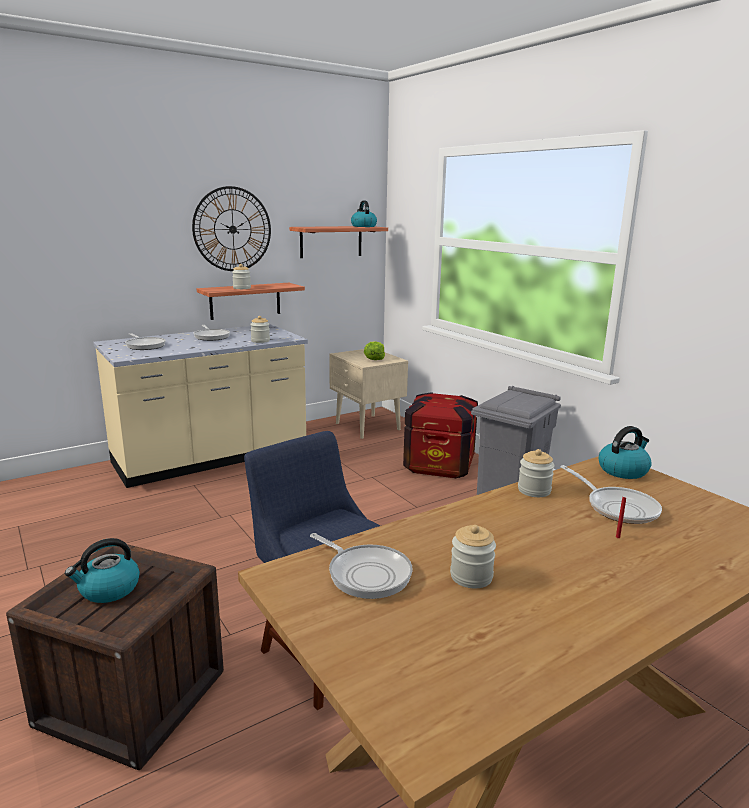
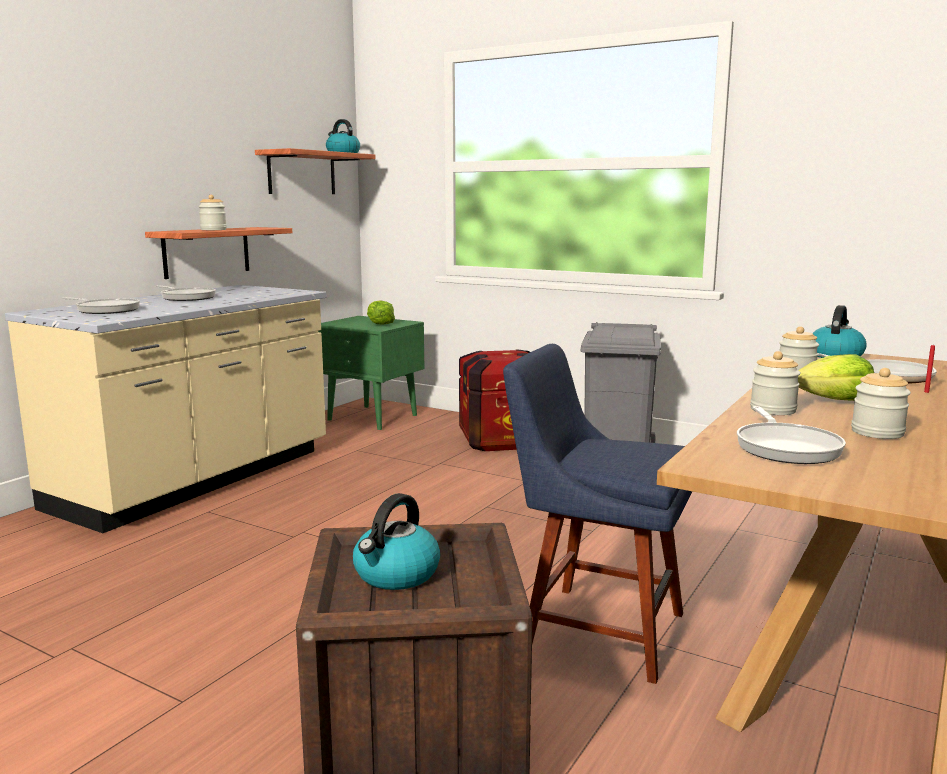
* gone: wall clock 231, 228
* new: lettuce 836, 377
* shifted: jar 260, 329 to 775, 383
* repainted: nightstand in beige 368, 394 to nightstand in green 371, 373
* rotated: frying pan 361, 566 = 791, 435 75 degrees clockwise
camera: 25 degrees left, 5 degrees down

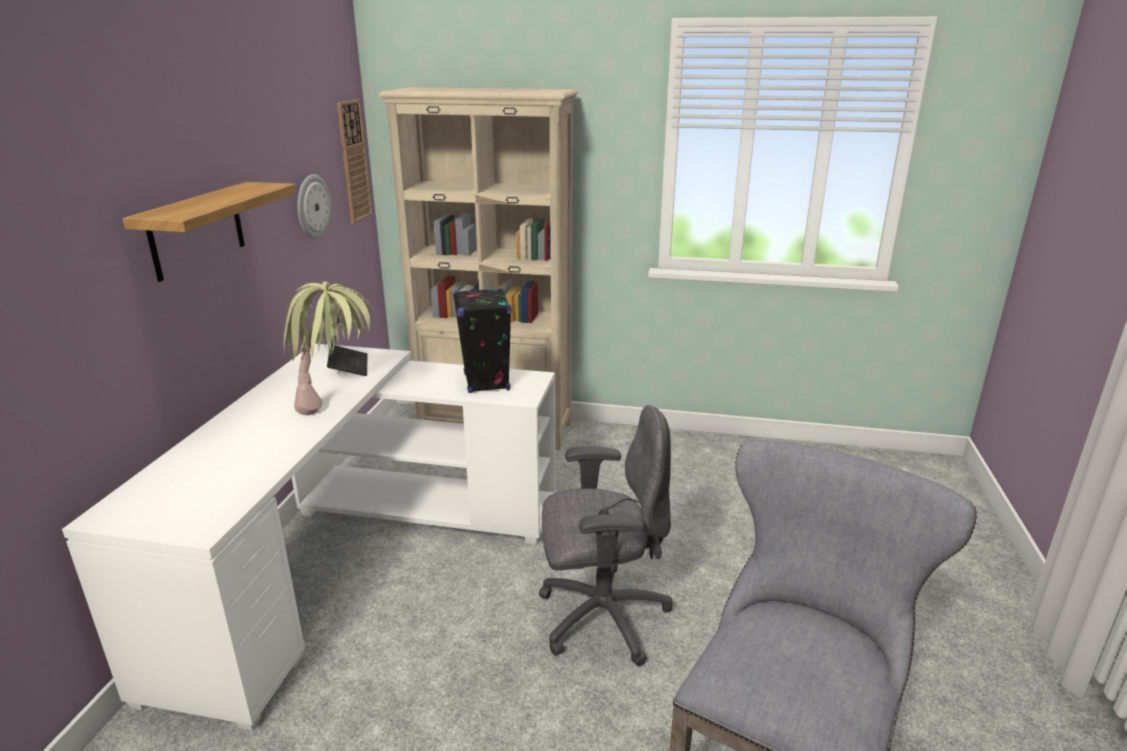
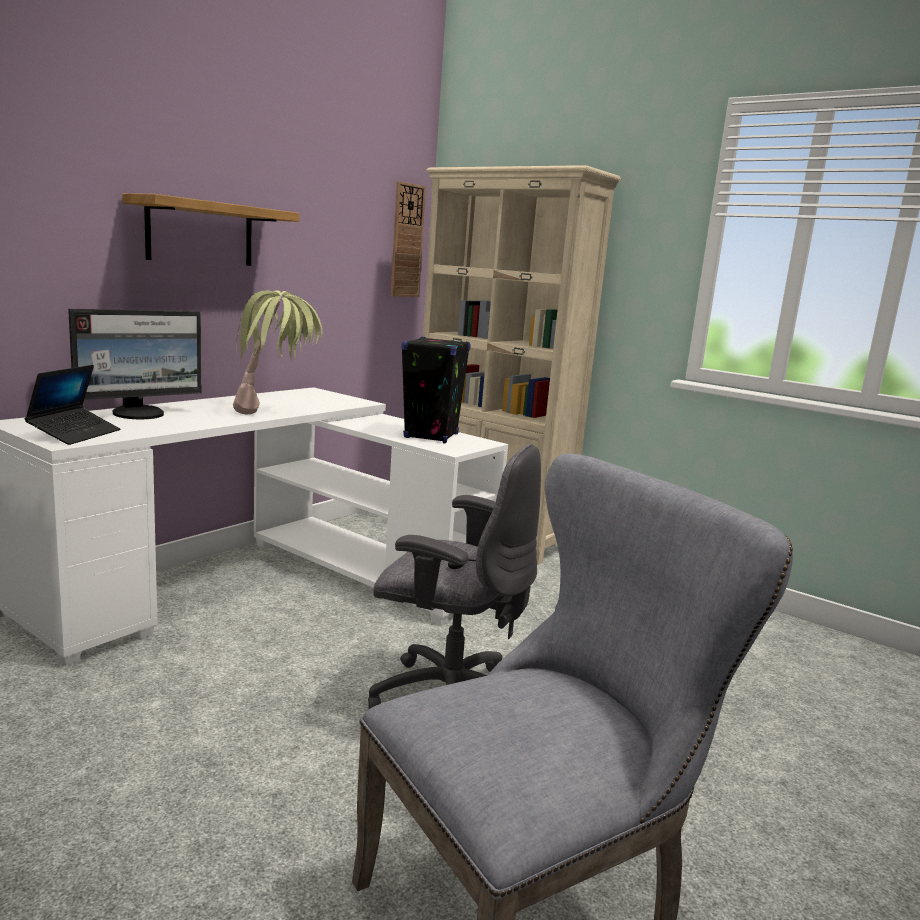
* gone: wall clock 314, 206
* new: monitor 134, 364
* shifted: laptop 347, 344 to 72, 405
camera: 25 degrees right, 10 degrees down

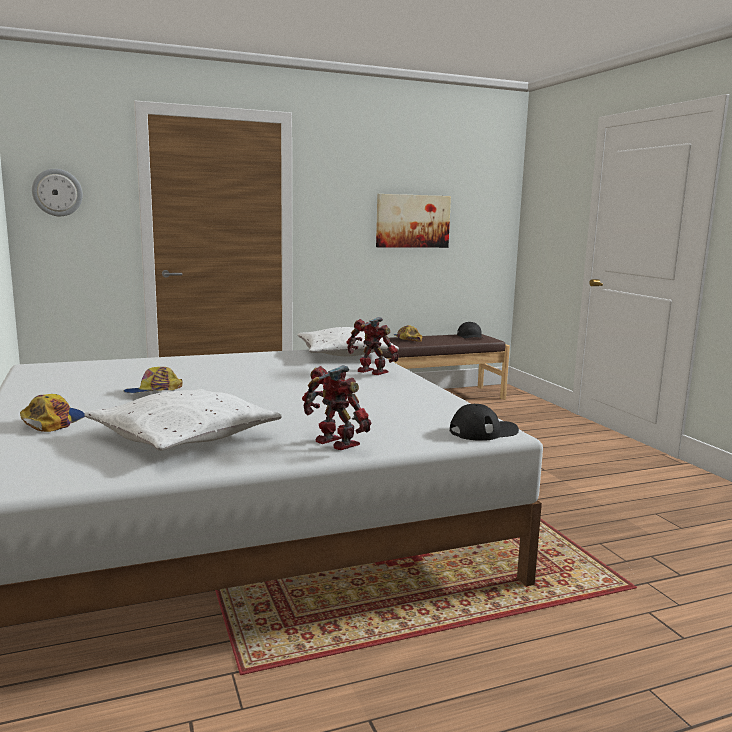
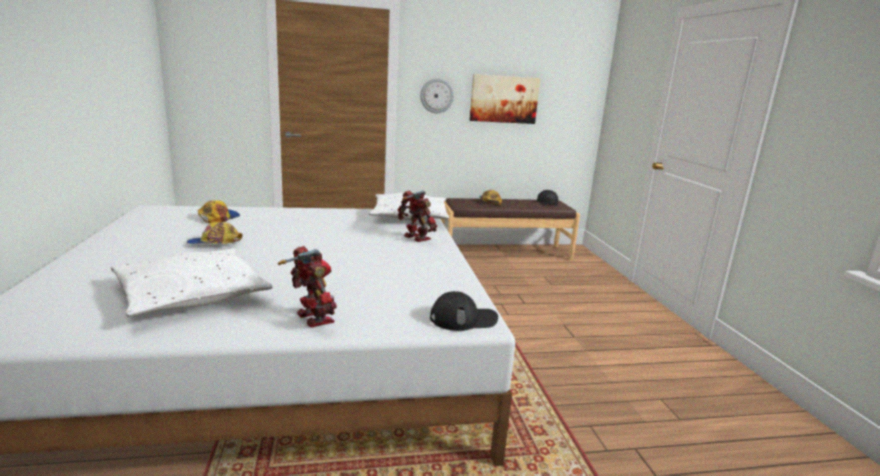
* shifted: cap 52, 413 to 219, 211
* shifted: wall clock 57, 192 to 437, 95
camera: 10 degrees right, 5 degrees up

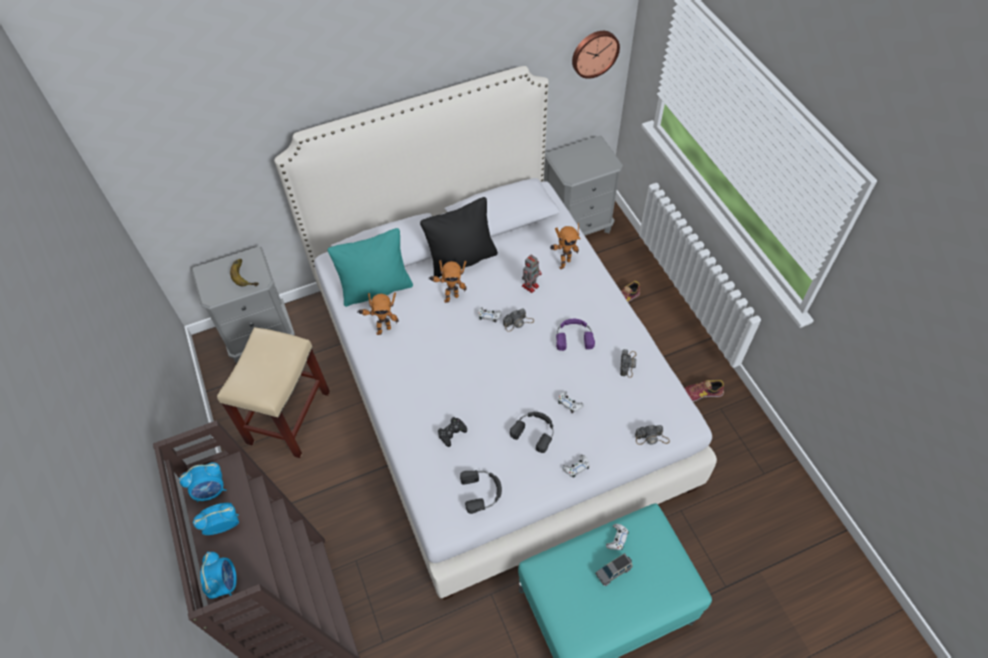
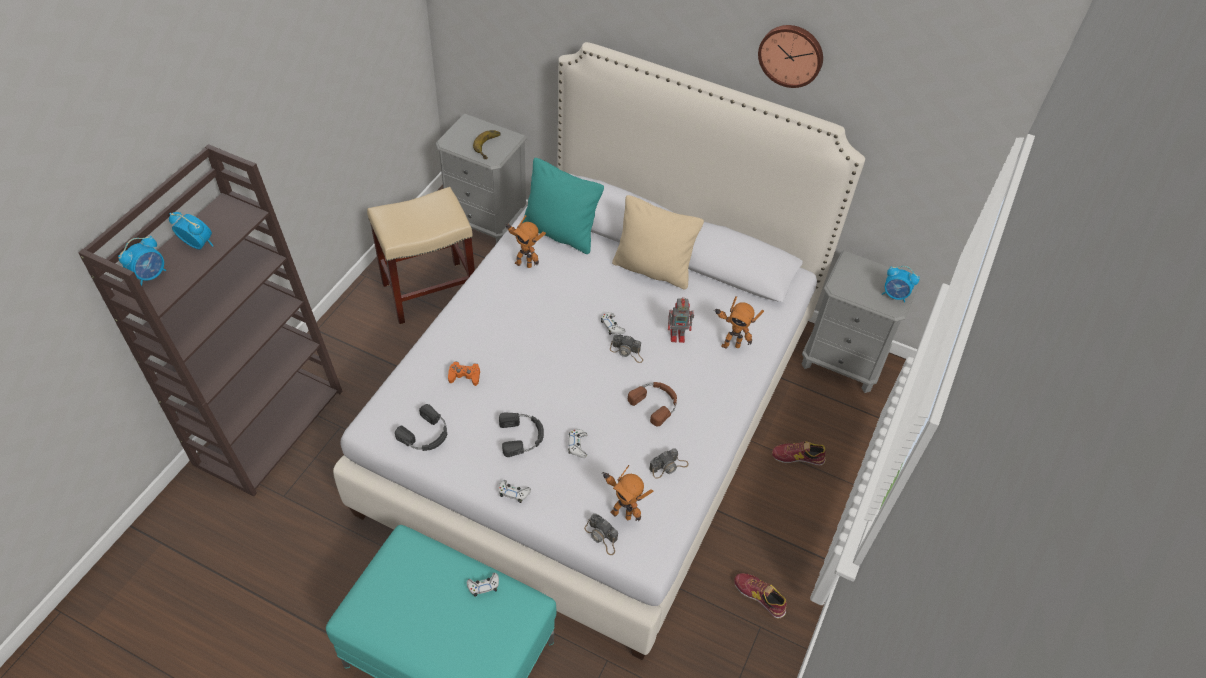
* gone: toy car in grey 614, 569
* shifted: alarm clock 202, 482 to 901, 284
* shifted: toy robot 447, 281 to 627, 493
* shifted: wall clock 596, 55 to 790, 56
* repainted: pillow in black 459, 237 to pillow in beige 658, 242
* repainted: game controller in black 452, 432 to game controller in orange 464, 374
* repainted: headphones in purple 575, 335 to headphones in brown 652, 404
camera: 45 degrees right, 5 degrees down

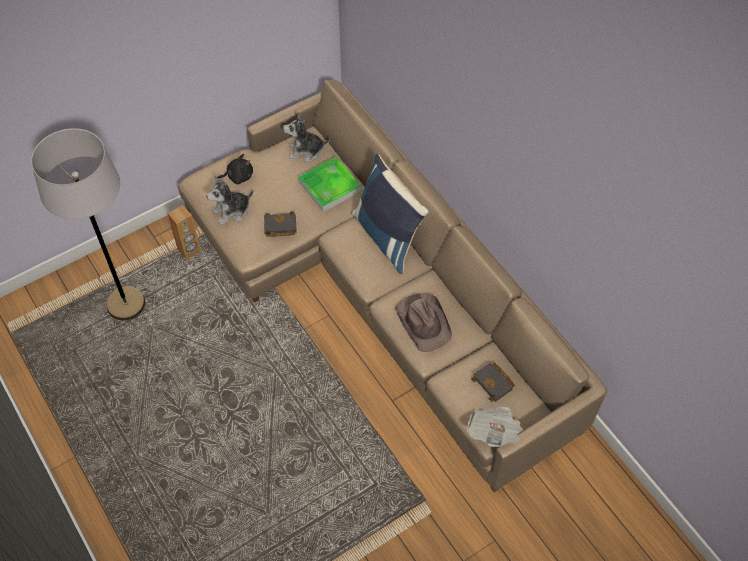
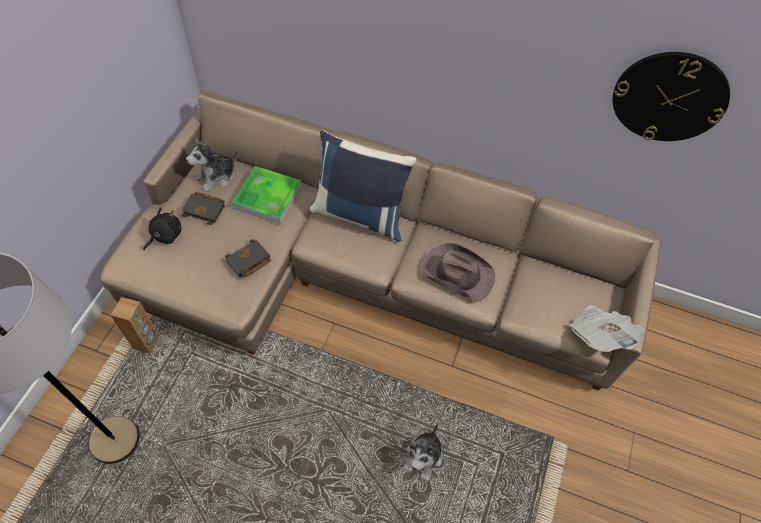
* new: wall clock 671, 96
* shifted: plush toy 229, 200 to 422, 452
* shifted: book in black 493, 382 to 203, 208
camera: 40 degrees left, 0 degrees up

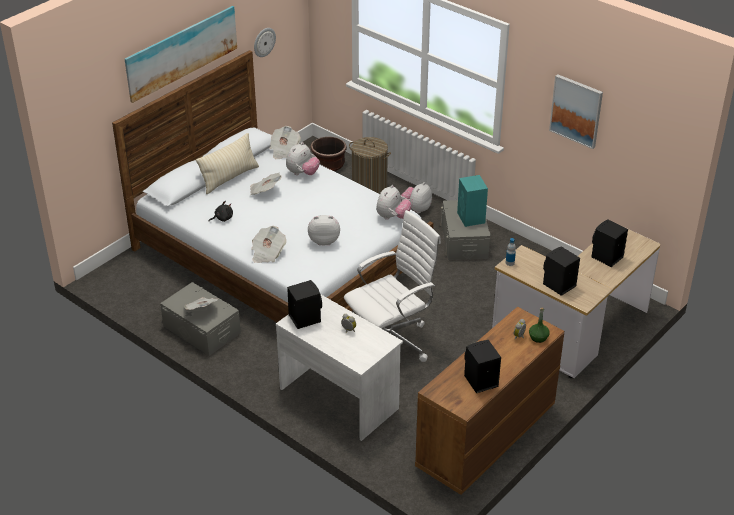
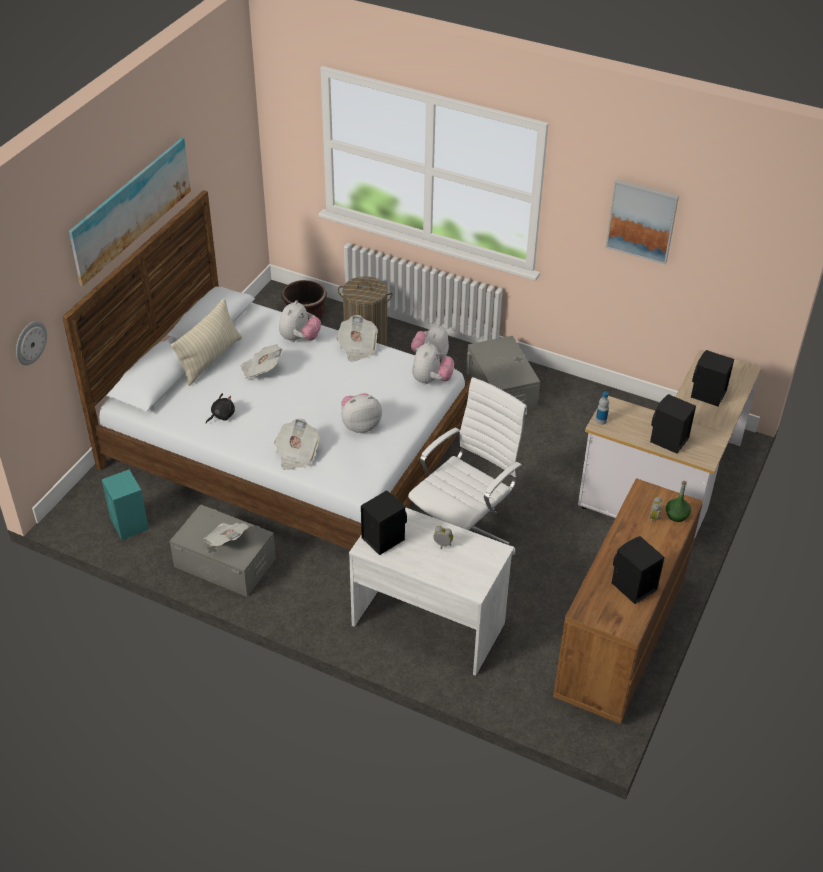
* shifted: wall clock 265, 42 to 31, 343
* shifted: newspaper 285, 142 to 357, 338
* shifted: speaker in turquoise 472, 201 to 125, 505
camera: 15 degrees left, 5 degrees up

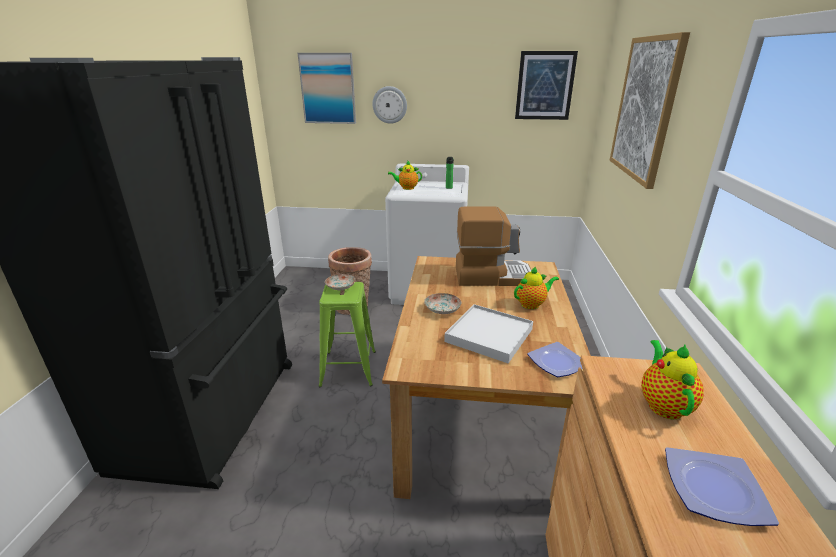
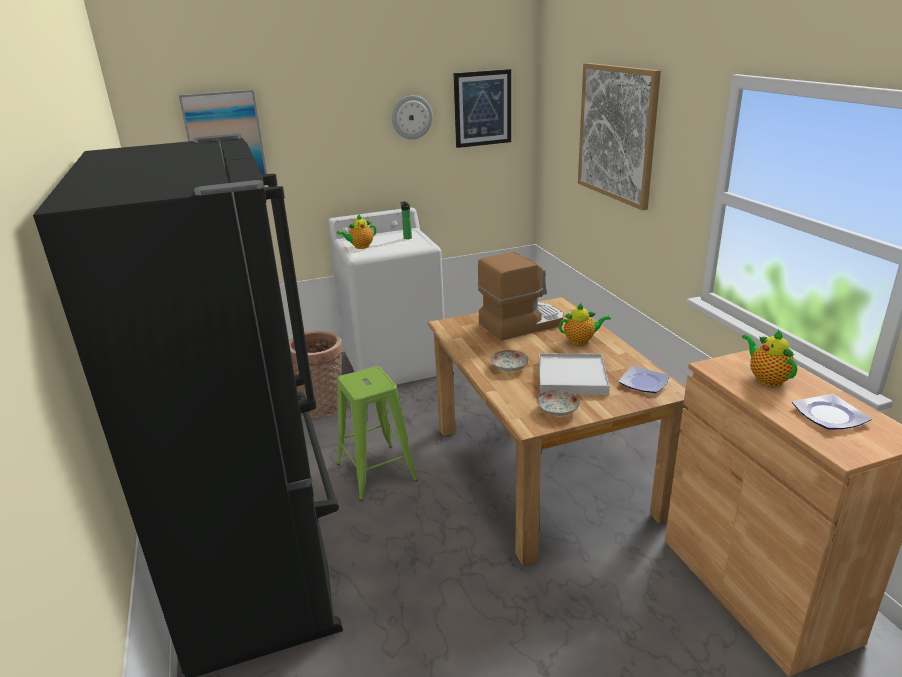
* shifted: plate 340, 282 to 558, 403
* shifted: wall clock 389, 105 to 412, 117
* rotated: teapot 536, 288 = 585, 324 45 degrees clockwise
camera: 25 degrees left, 0 degrees up

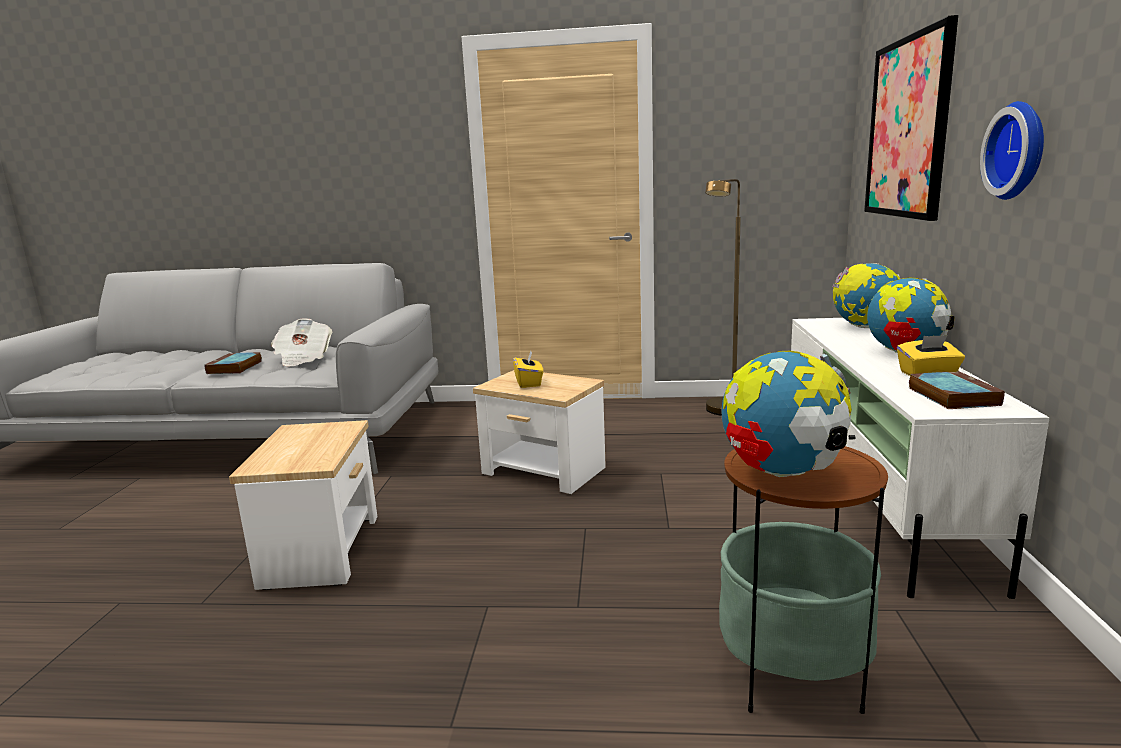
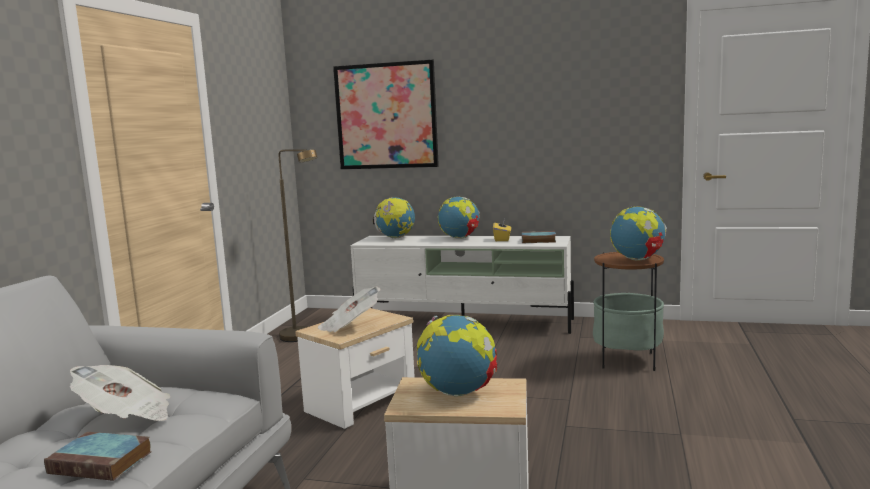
* gone: wall clock 1012, 150
* new: globe 457, 356
* swapped: tissue box in yellow 528, 369 to newspaper 349, 310
camera: 80 degrees left, 5 degrees down

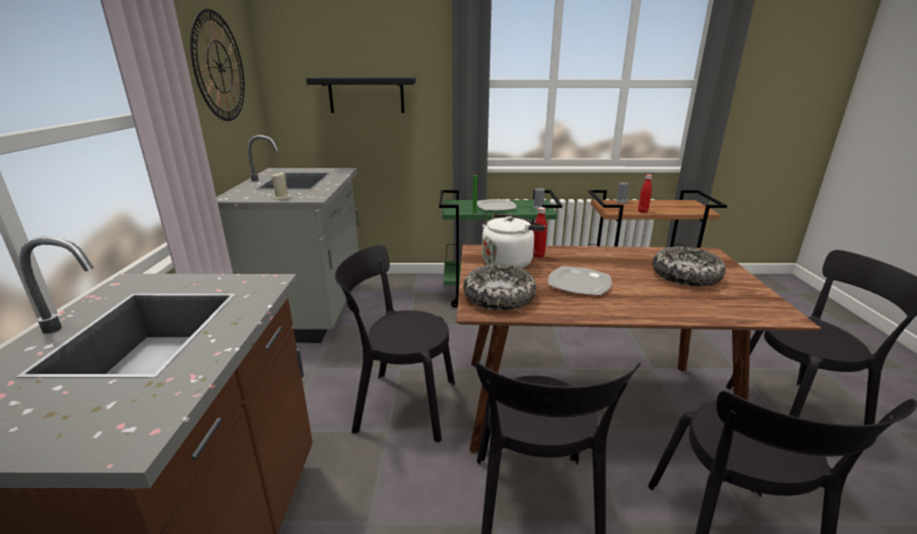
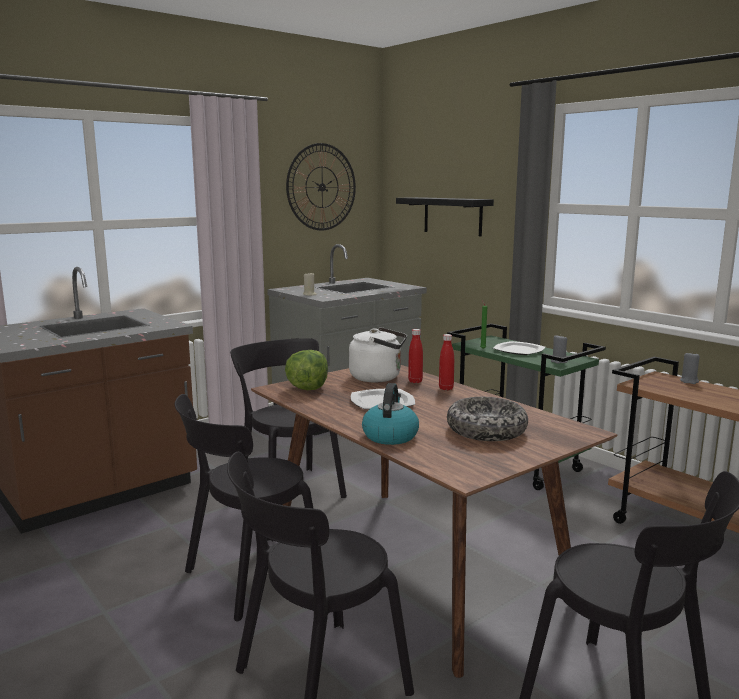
* new: kettle 390, 414
* shifted: bottle in red 645, 194 to 446, 362
* swapped: bowl 499, 287 to lettuce 306, 370
camera: 50 degrees right, 10 degrees down

